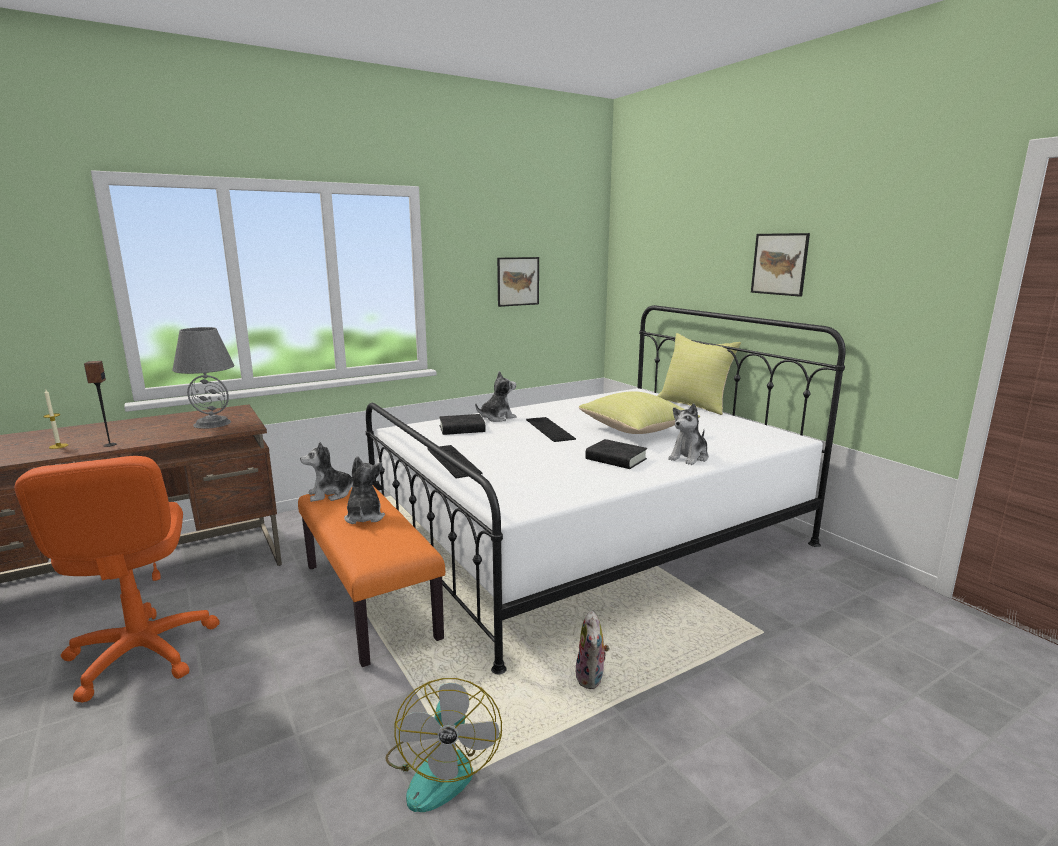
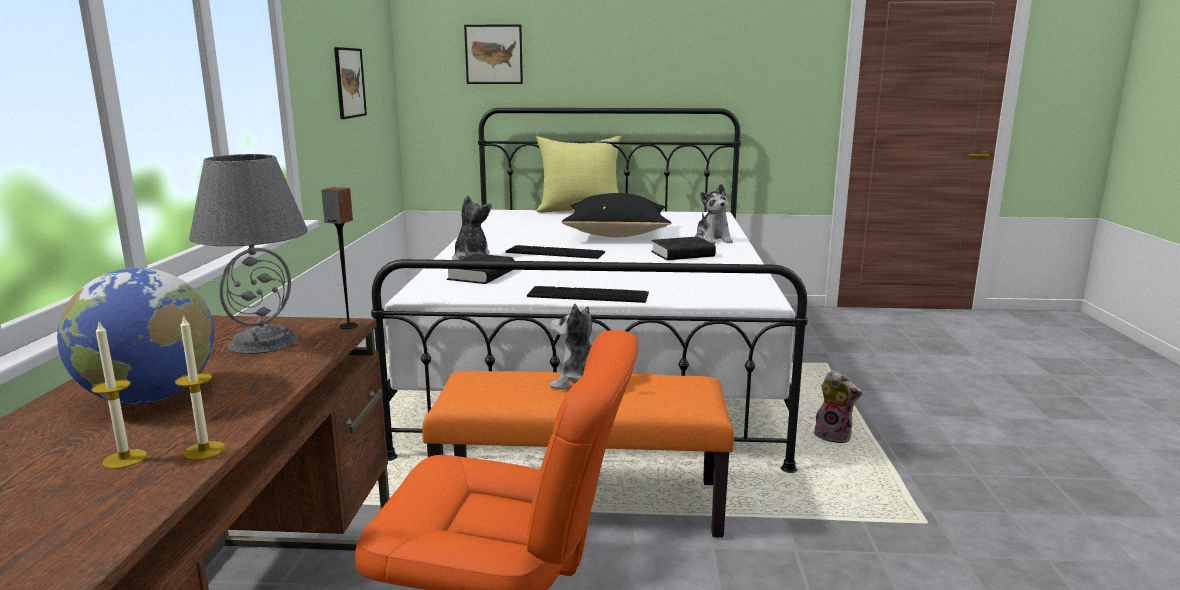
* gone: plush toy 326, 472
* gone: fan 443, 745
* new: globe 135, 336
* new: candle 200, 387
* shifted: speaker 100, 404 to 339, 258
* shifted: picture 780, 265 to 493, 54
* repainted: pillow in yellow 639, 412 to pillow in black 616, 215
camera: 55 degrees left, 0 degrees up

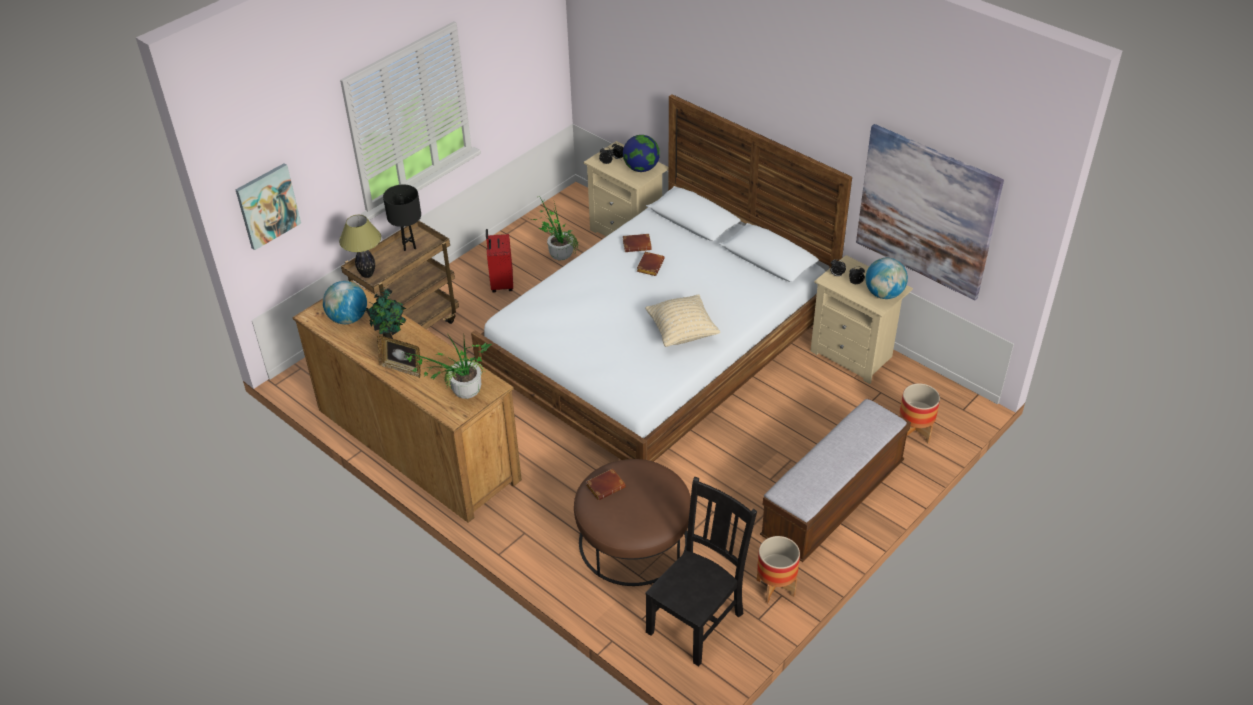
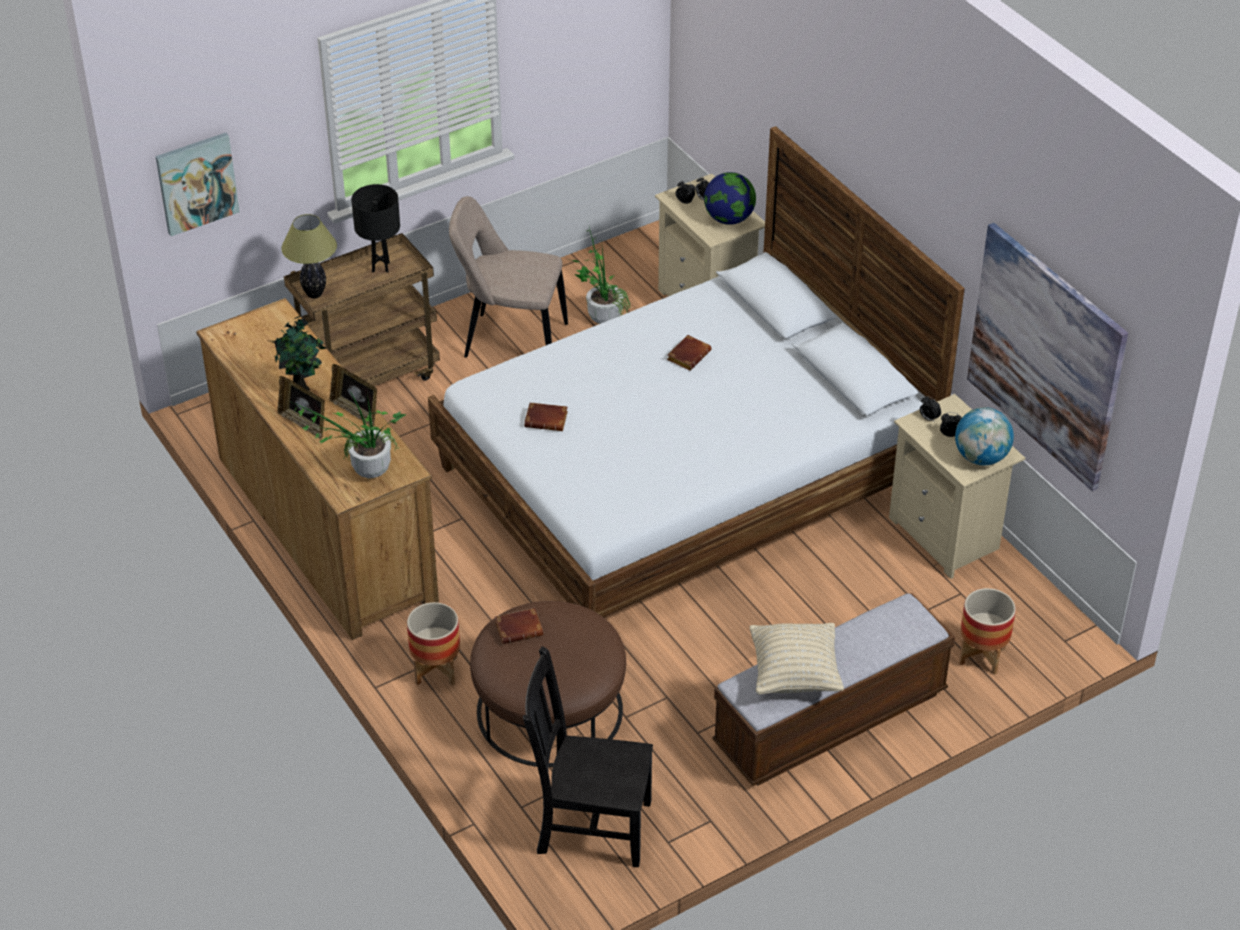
* gone: globe 345, 302
* new: picture frame 353, 395
* shifted: book in brown 637, 243 to 546, 417
* shifted: pillow in beige 682, 321 to 797, 659
* shifted: planter 778, 569 to 433, 644
* swapped: suitcase in red 499, 260 to chair in beige 508, 277
* rotated: chair in black 701, 571 = 588, 756 135 degrees counterclockwise
camera: 15 degrees right, 0 degrees up

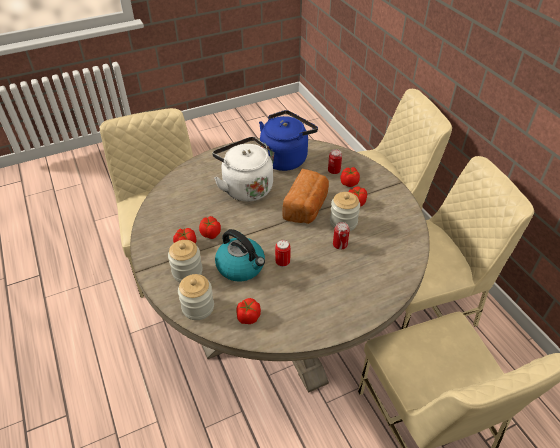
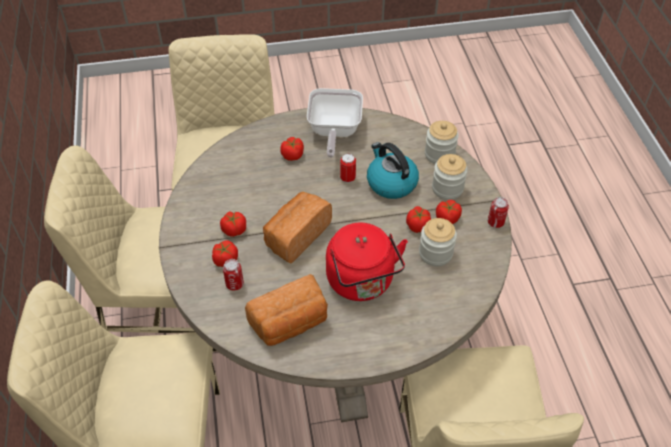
* new: frying pan 335, 123
* shifted: tomato 248, 311 to 292, 149
* shifted: jar 345, 211 to 438, 242
* shifted: can 341, 236 to 498, 212
* swapped: kettle in blue 288, 140 to bread 286, 310
* repainted: kettle in white 242, 169 to kettle in red 367, 261
camera: 165 degrees left, 5 degrees up

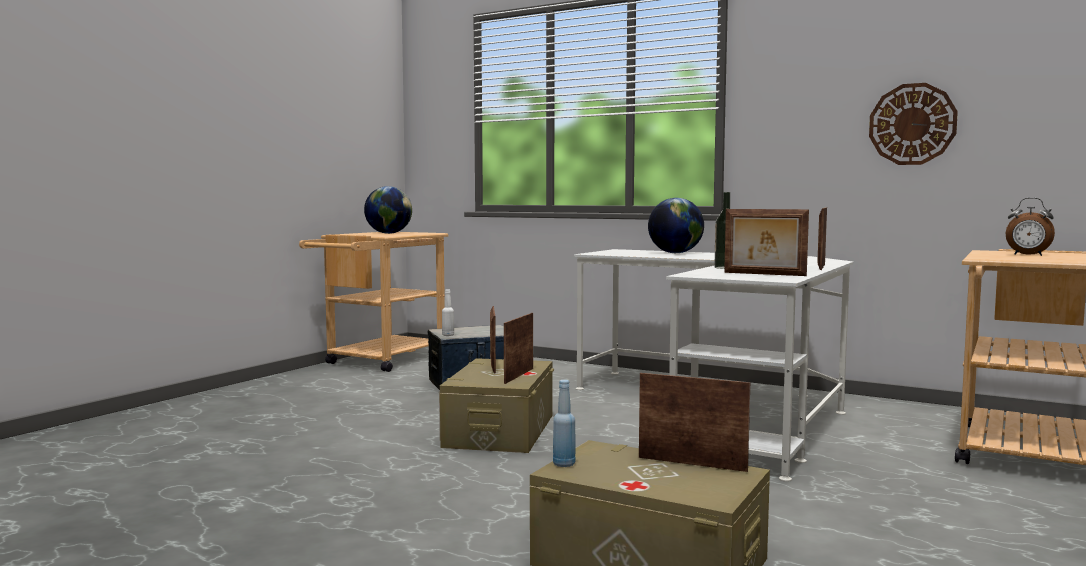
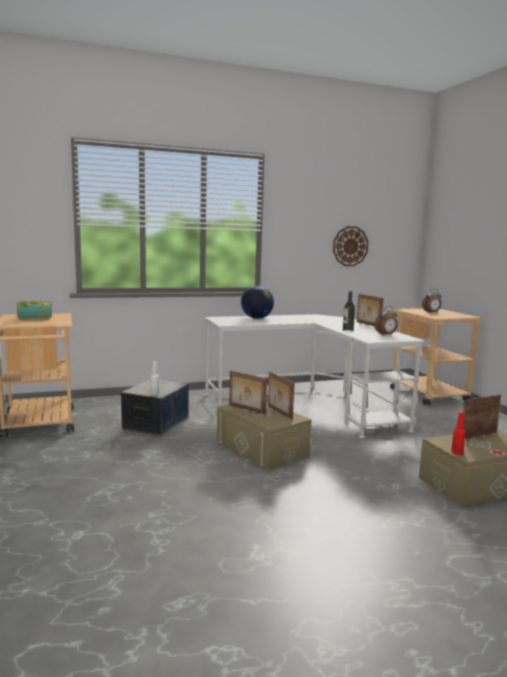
* swapped: globe 388, 210 to book 34, 309
* swapped: picture frame 766, 242 to alarm clock 386, 320
* repainted: bottle in blue 564, 423 to bottle in red 458, 433
camera: 50 degrees left, 5 degrees up

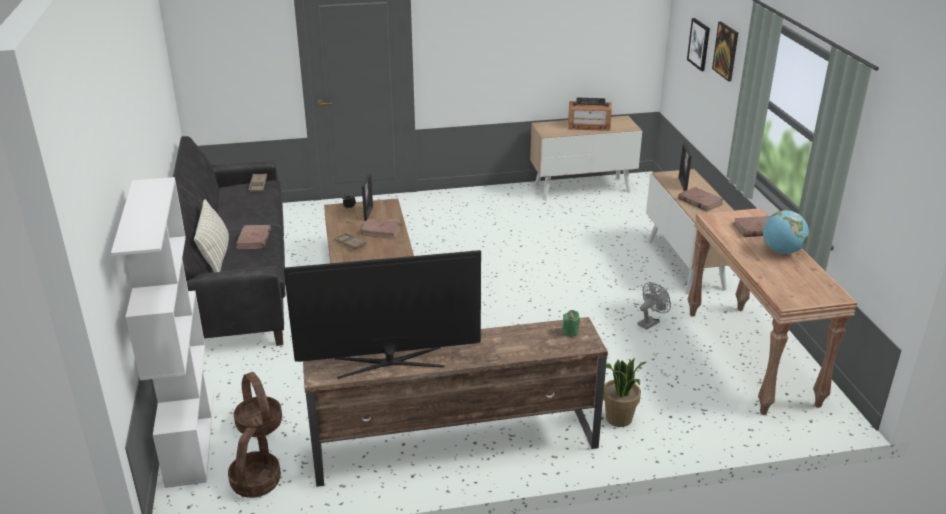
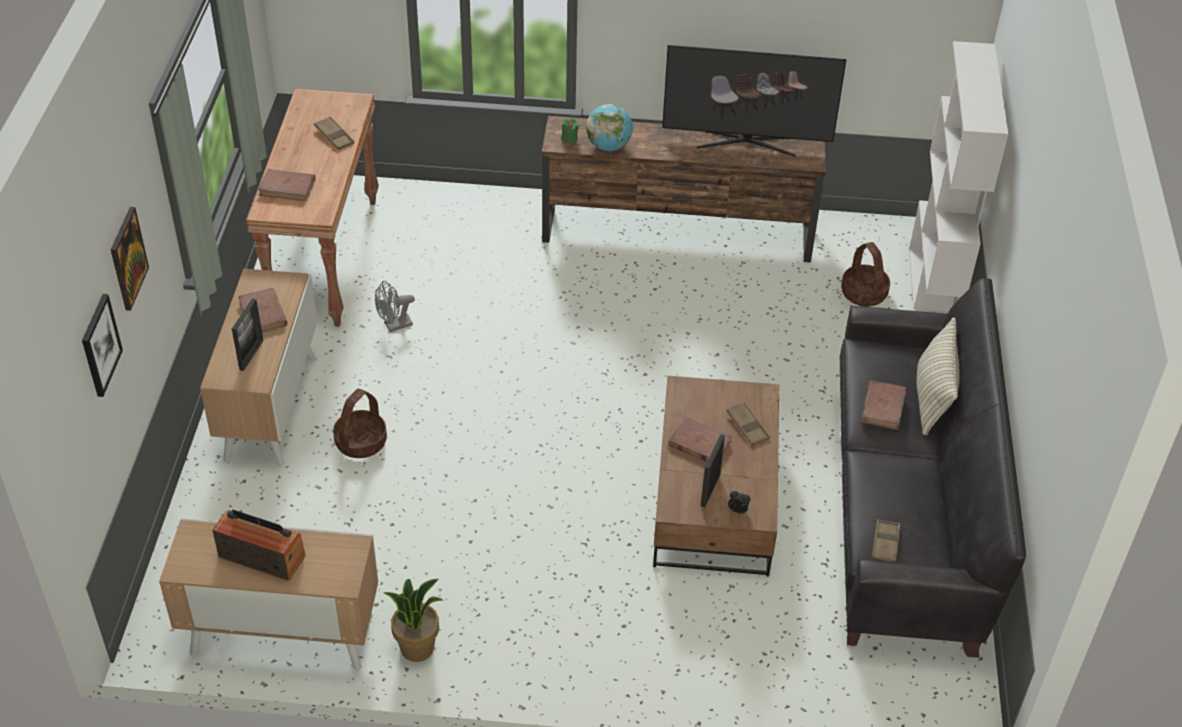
* new: tray in brown 334, 133
* shifted: basket 254, 462 to 360, 423
* shifted: potted plant 624, 392 to 413, 620
* shifted: globe 786, 232 to 609, 127
camera: 165 degrees left, 15 degrees up

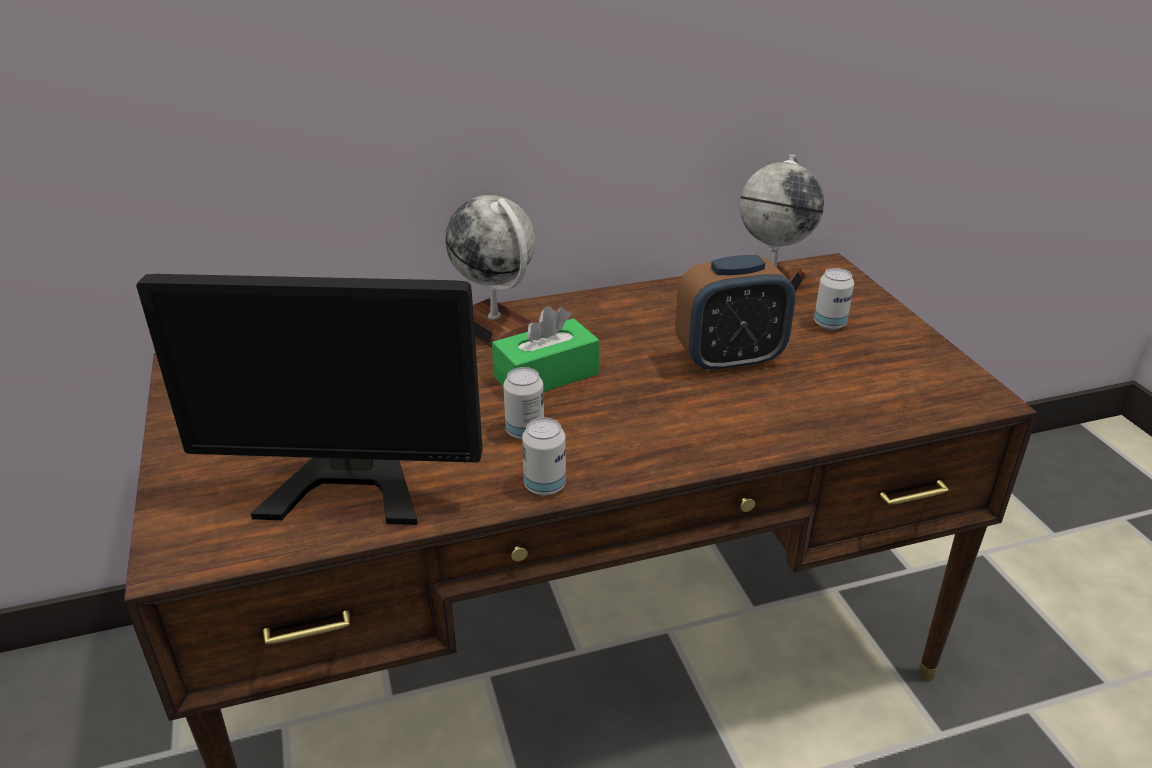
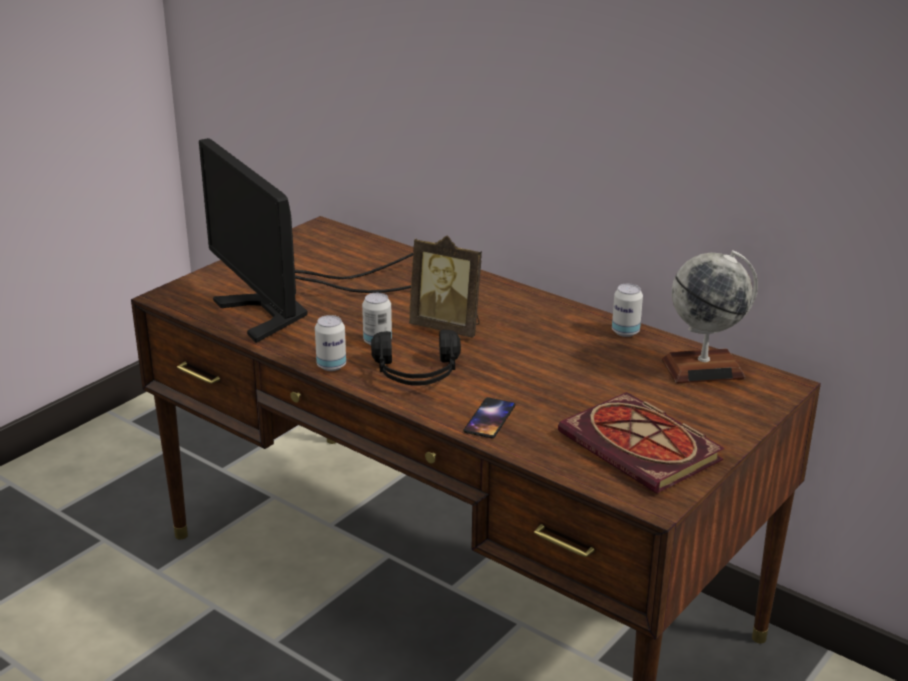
* gone: globe 490, 271
* gone: alarm clock 735, 314
* new: headphones in black 416, 358
* new: phone 489, 417
* new: book 641, 443
* shifted: can 834, 299 to 627, 310
* swapped: tissue box in green 545, 349 to picture frame 445, 287
camera: 55 degrees right, 5 degrees down

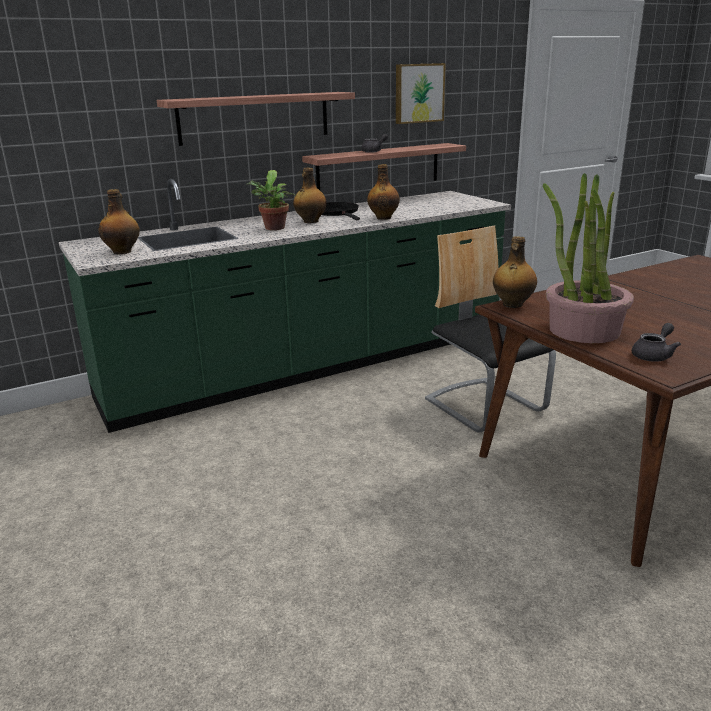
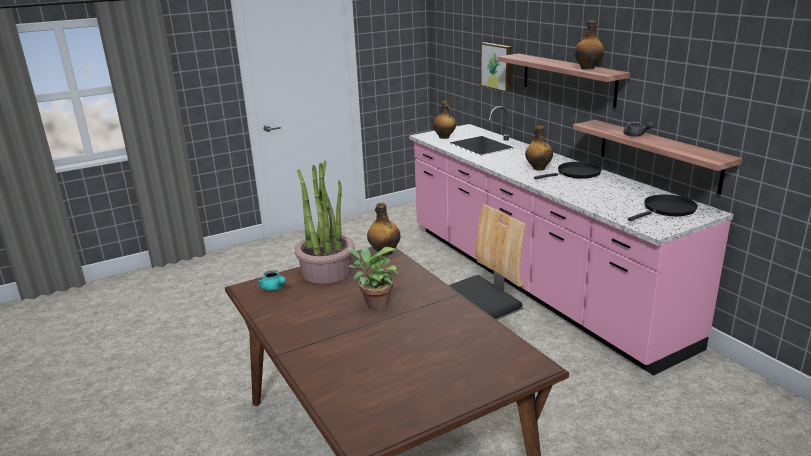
* new: frying pan in black 663, 207
* shifted: potted plant 271, 200 to 373, 278
* shifted: bottle 383, 192 to 589, 45
* shifted: picture 421, 93 to 496, 67
* repainted: counter in green 285, 306 to counter in pink 571, 241
* repainted: teapot in grey 656, 342 to teapot in turquoise 271, 280
camera: 90 degrees right, 0 degrees up

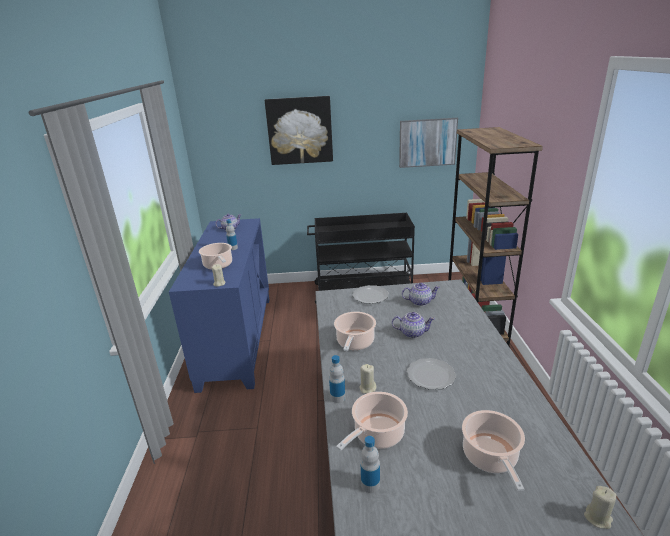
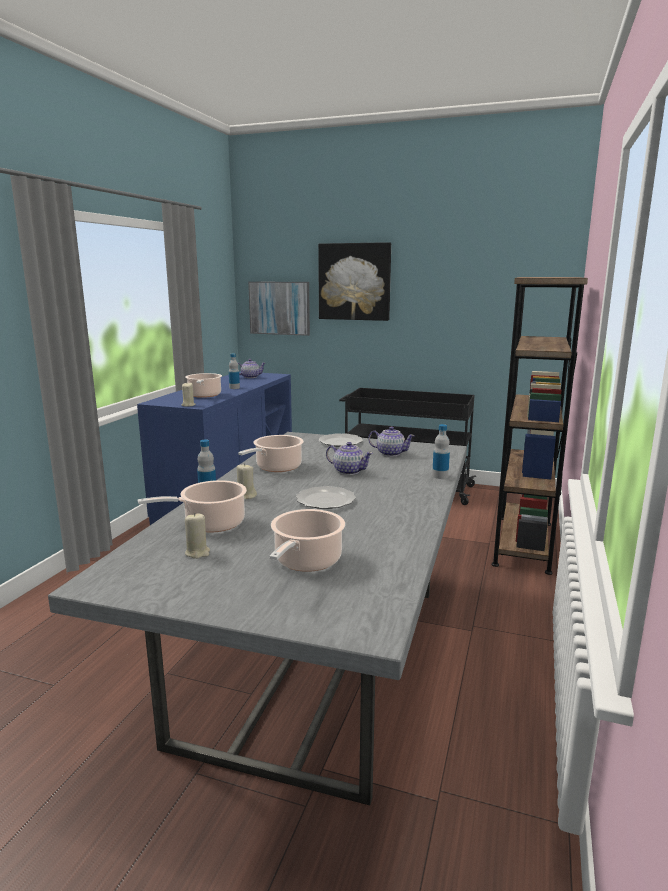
* shifted: bottle 370, 464 to 441, 451
* shifted: picture 428, 143 to 279, 309
* shifted: candle in beige 600, 507 to 197, 536
camera: 20 degrees right, 10 degrees down

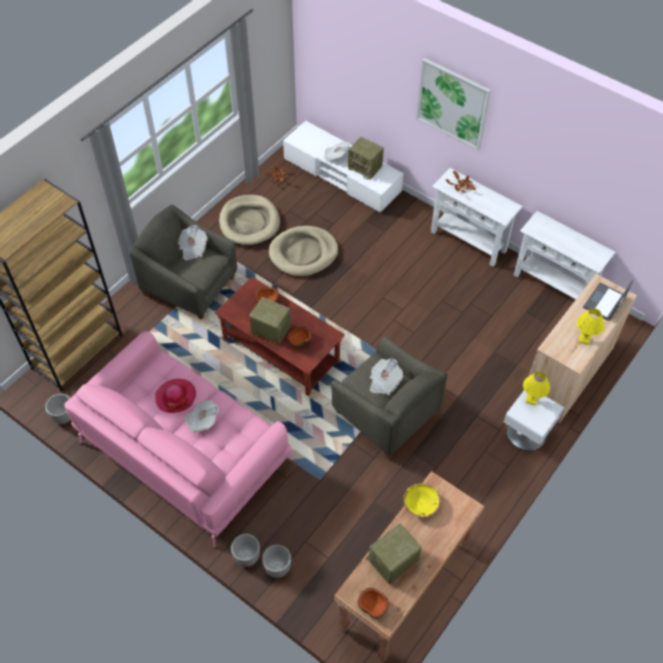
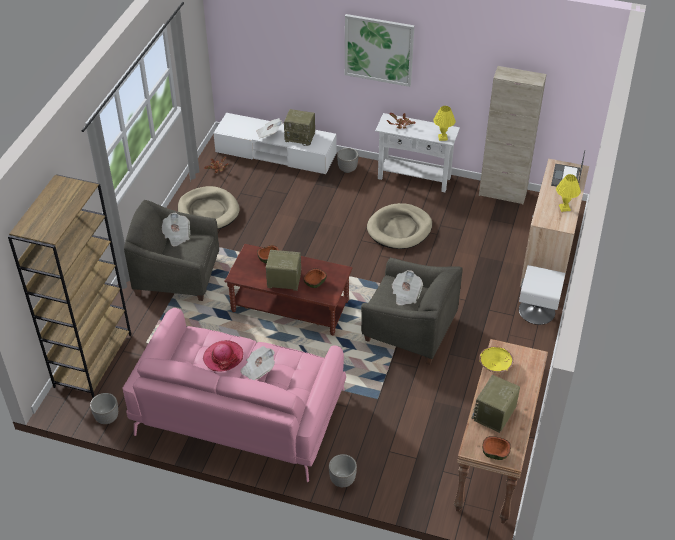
* shifted: planter 276, 561 to 347, 160
* shifted: dog bed in beige 303, 251 to 399, 226
* shifted: table lamp in yellow 536, 389 to 444, 123
* swapped: console table in white 564, 255 to cabinet in beige 513, 135
camera: 20 degrees left, 10 degrees down

